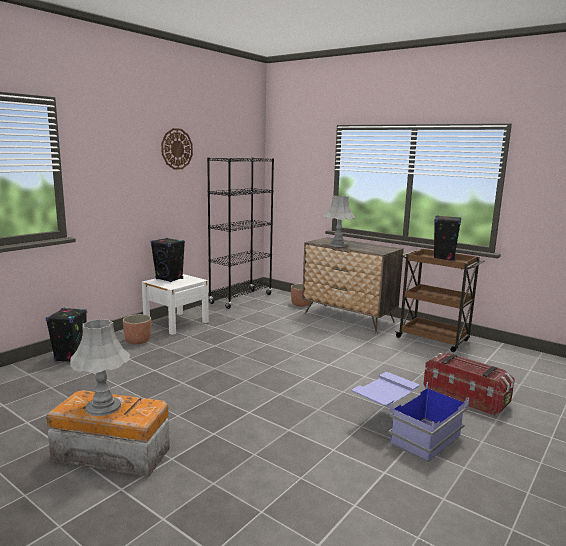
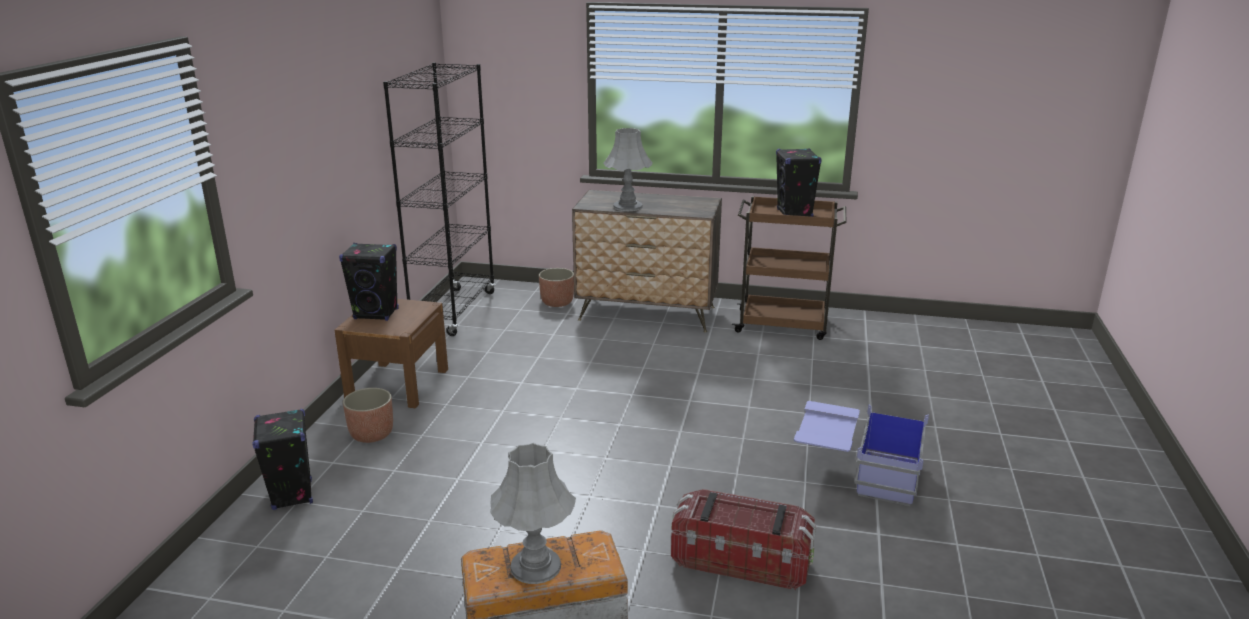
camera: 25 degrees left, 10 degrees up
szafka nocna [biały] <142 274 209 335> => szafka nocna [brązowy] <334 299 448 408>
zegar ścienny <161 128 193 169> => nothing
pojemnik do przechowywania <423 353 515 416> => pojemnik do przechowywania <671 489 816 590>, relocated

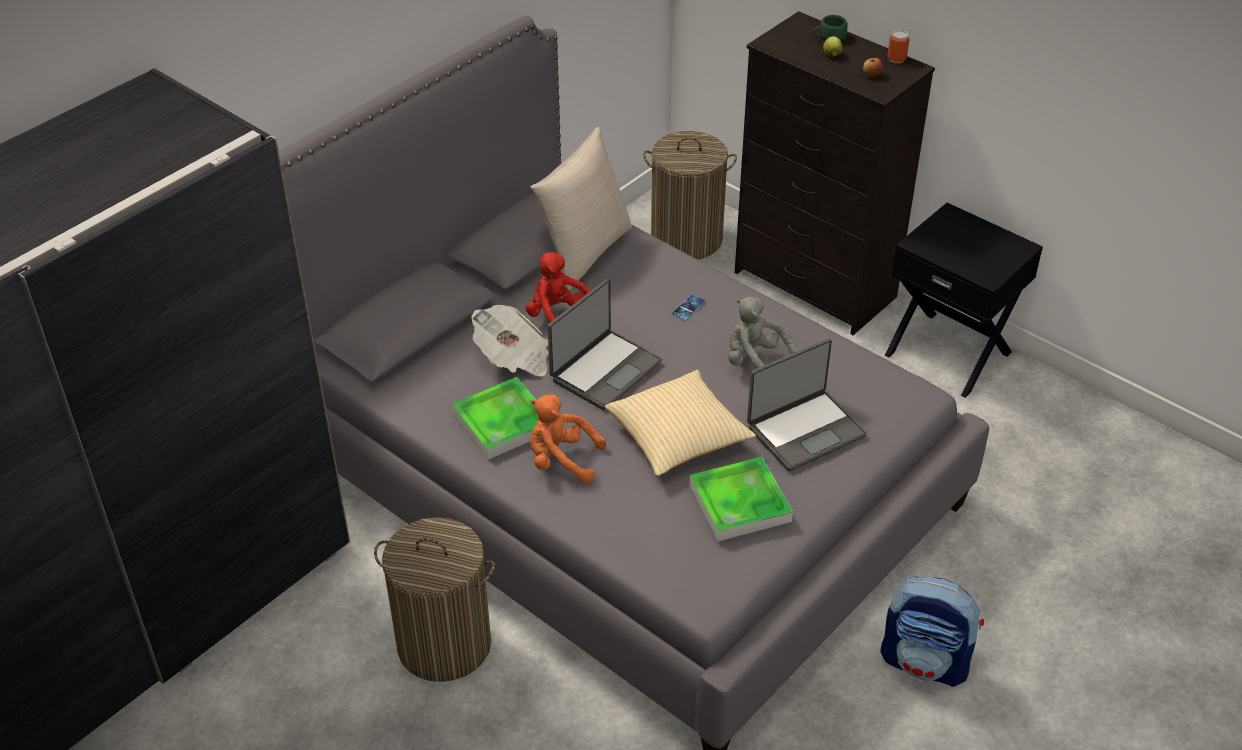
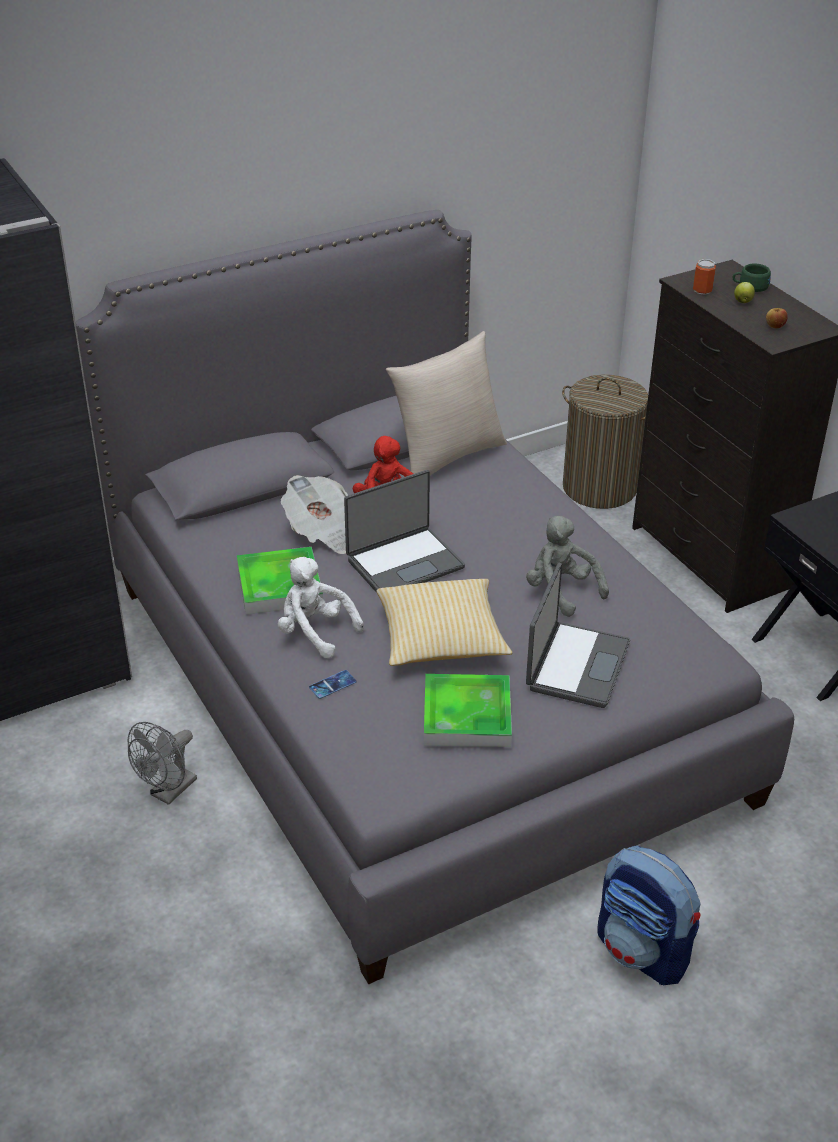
camera: 20 degrees right, 5 degrees down
kosz na pranie <374 517 495 682> => wentylator [szary] <128 722 197 805>
pluszak [pomarańczowy] <530 394 606 483> => pluszak [biały] <278 557 364 658>
telefon <672 295 706 321> => telefon <309 670 356 699>, relocated
laptop <747 338 867 471> => laptop <526 563 630 708>, 60 degrees counterclockwise
puszka <887 30 910 63> => puszka <693 259 716 295>, relocated

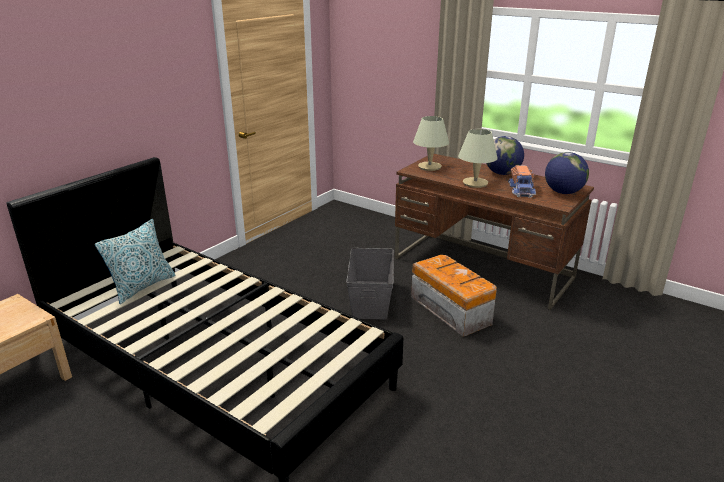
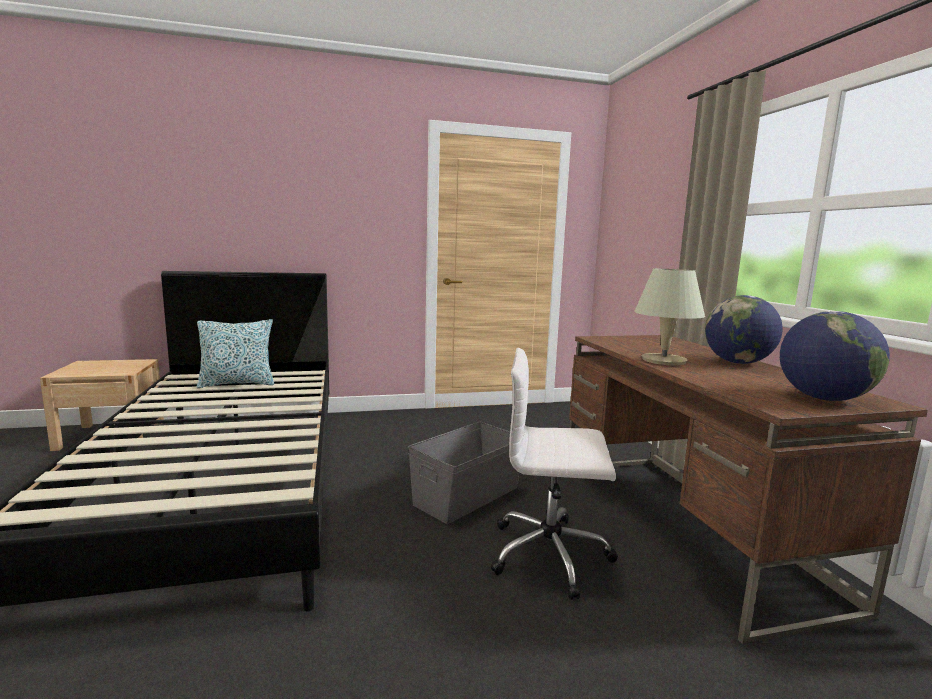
camera: 40 degrees right, 15 degrees down
pojemnik do przechowywania <411 255 497 337> => krzesło biurowe [biały] <491 348 618 600>
lampa stołowa [beżowy] <413 116 449 171> => nothing
ciężarówka zabawkowa <508 165 536 198> => nothing

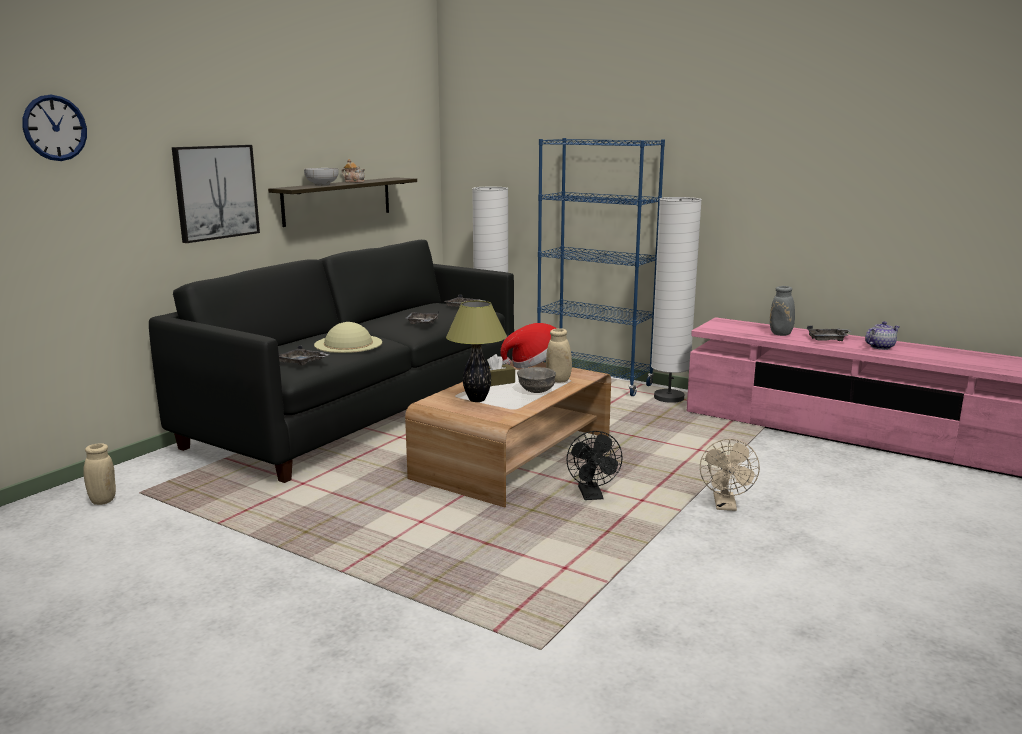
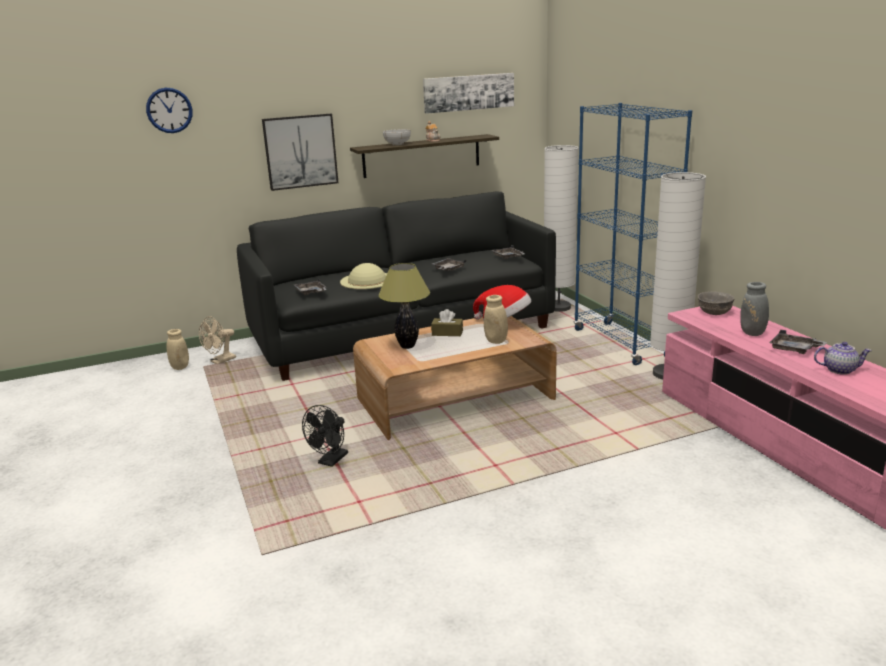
camera: 35 degrees right, 5 degrees up
miska [szary] <517 367 556 393> => miska [szary] <698 291 734 315>, relocated
wentylator [czarny] <567 431 623 500> => wentylator [czarny] <302 405 348 467>, relocated
wentylator [beżowy] <700 439 760 511> => wentylator [beżowy] <199 316 236 364>, relocated
nothing => obraz <423 73 514 114>

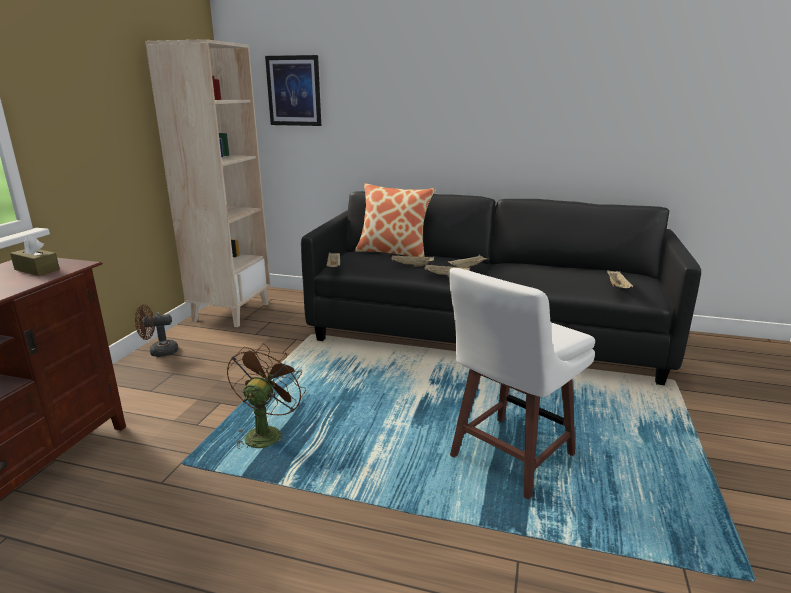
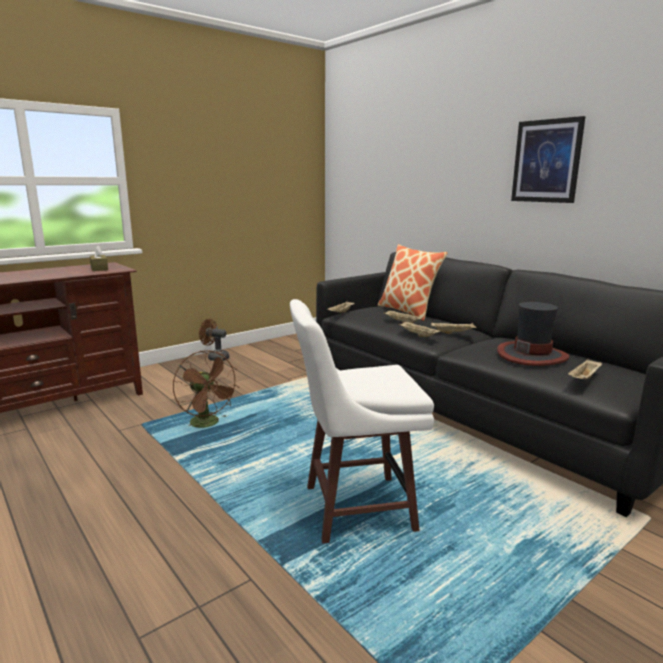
camera: 35 degrees right, 5 degrees down
regał [beżowy] <145 39 271 327> => nothing
wentylator [brązowy] <227 343 306 449> => wentylator [brązowy] <173 350 239 428>, 90 degrees clockwise
obraz <265 55 321 126> => obraz <511 116 585 203>, relocated
nothing => kapelusz <497 302 569 366>

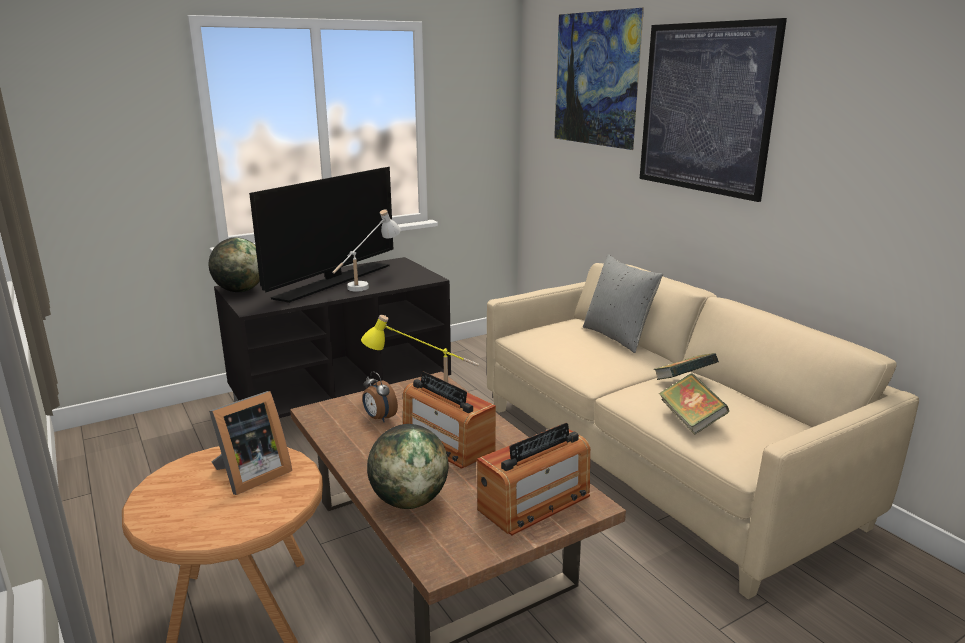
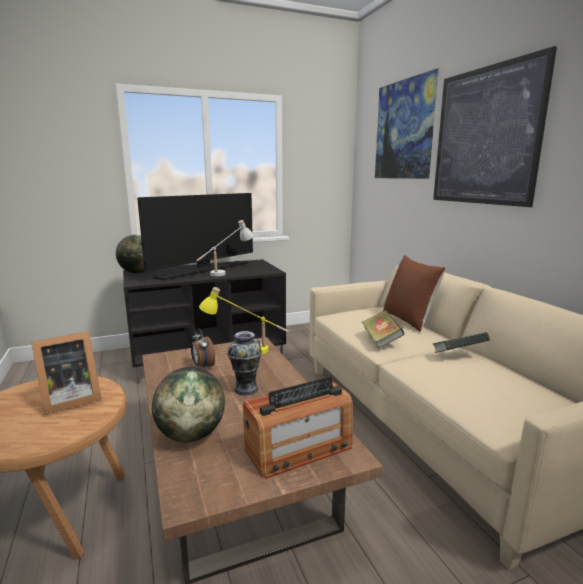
camera: 10 degrees right, 5 degrees down
radio <403 372 496 469> => wazon <227 331 262 395>
poduszka [szary] <583 254 663 353> => poduszka [brązowy] <383 255 446 332>
książka <659 373 729 434> => książka <362 310 404 348>, relocated

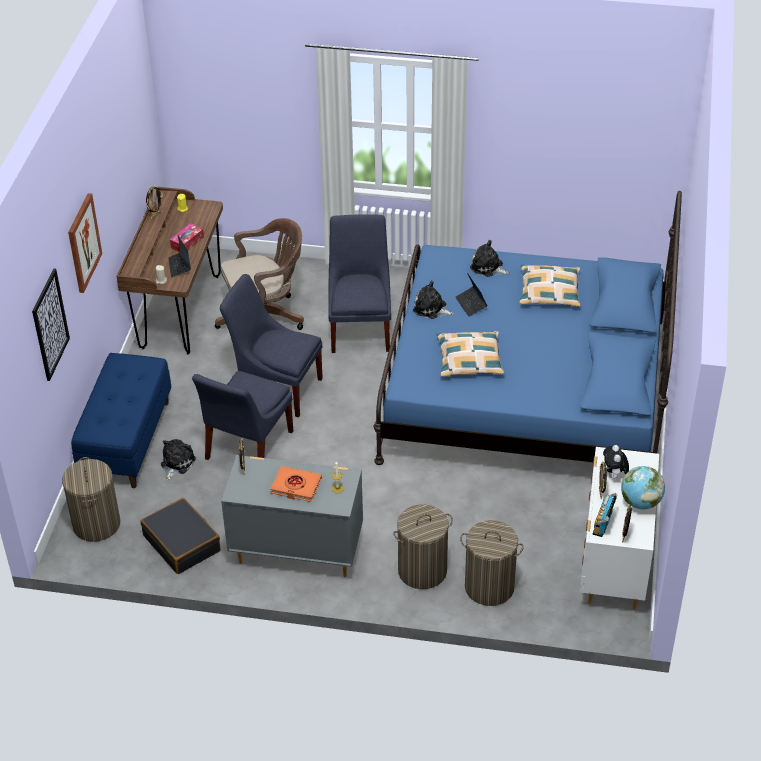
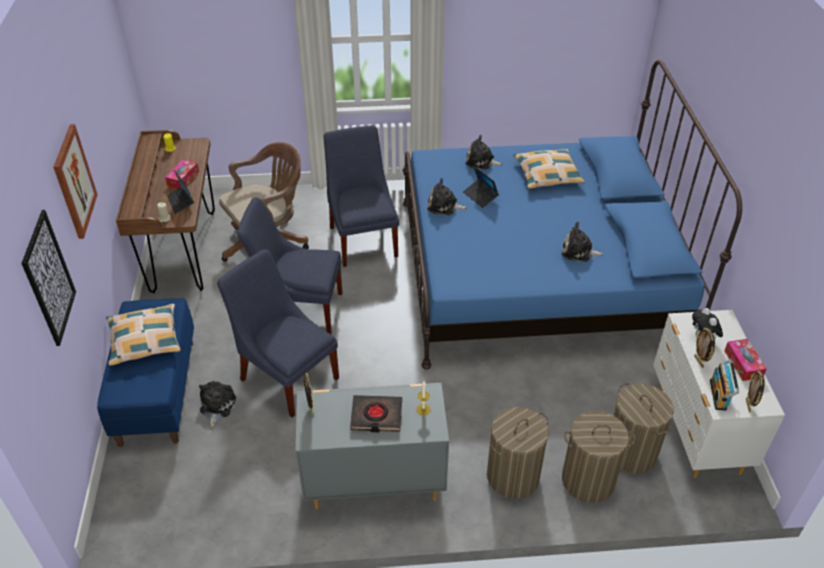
camera: 15 degrees left, 0 degrees up
kosz na pranie <62 457 120 542> => kosz na pranie <613 383 674 473>, relocated
walizka [czarny] <141 498 220 574> => nothing
ramka na zdjęcie <146 186 163 219> => nothing
krzesło [niebieski] <192 371 293 460> => krzesło [niebieski] <217 249 339 418>, 120 degrees clockwise
książka [pomarańczowy] <271 466 322 502> => książka [czarny] <350 395 402 433>
poduszka <436 331 504 376> => poduszka <106 304 181 366>, relocated
globus <621 466 665 509> => pudełko chusteczek <724 339 767 381>
nothing => pluszak <562 222 604 262>

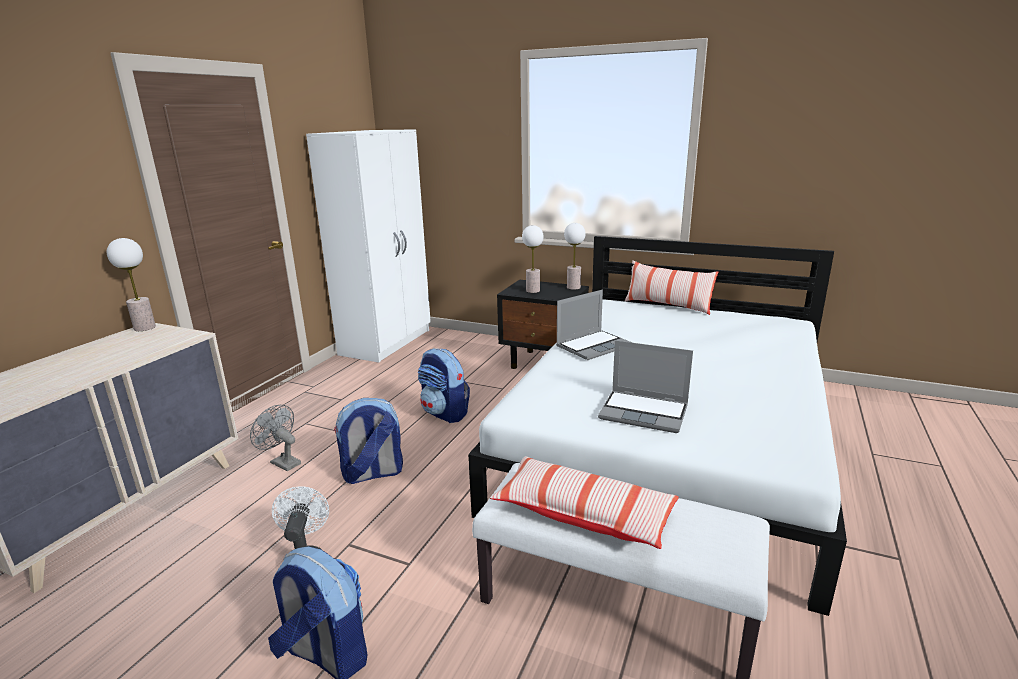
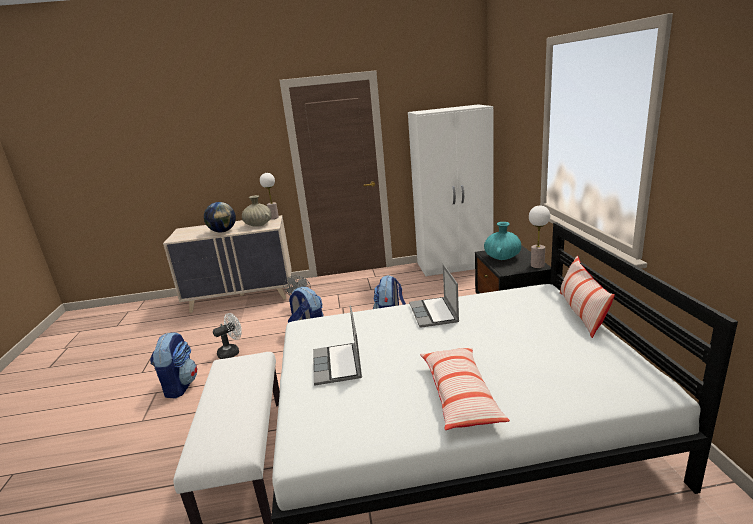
camera: 60 degrees right, 0 degrees up
poduszka <490 456 679 549> => poduszka <420 348 510 430>, relocated
lampa stołowa <522 225 544 293> => wazon [turkusowy] <484 222 521 260>
laptop <556 290 632 360> => laptop <409 264 459 328>, 60 degrees clockwise
nothing => globus <204 202 236 233>
nothing => wazon [beżowy] <242 195 271 227>

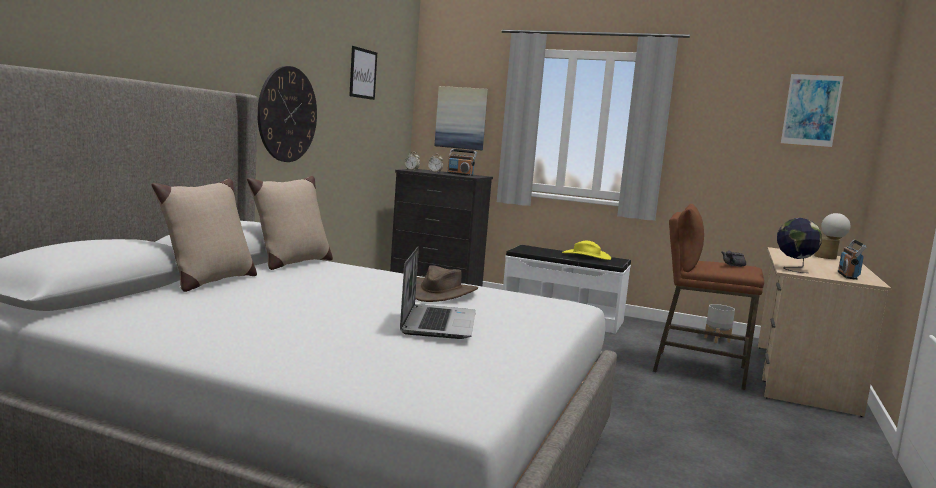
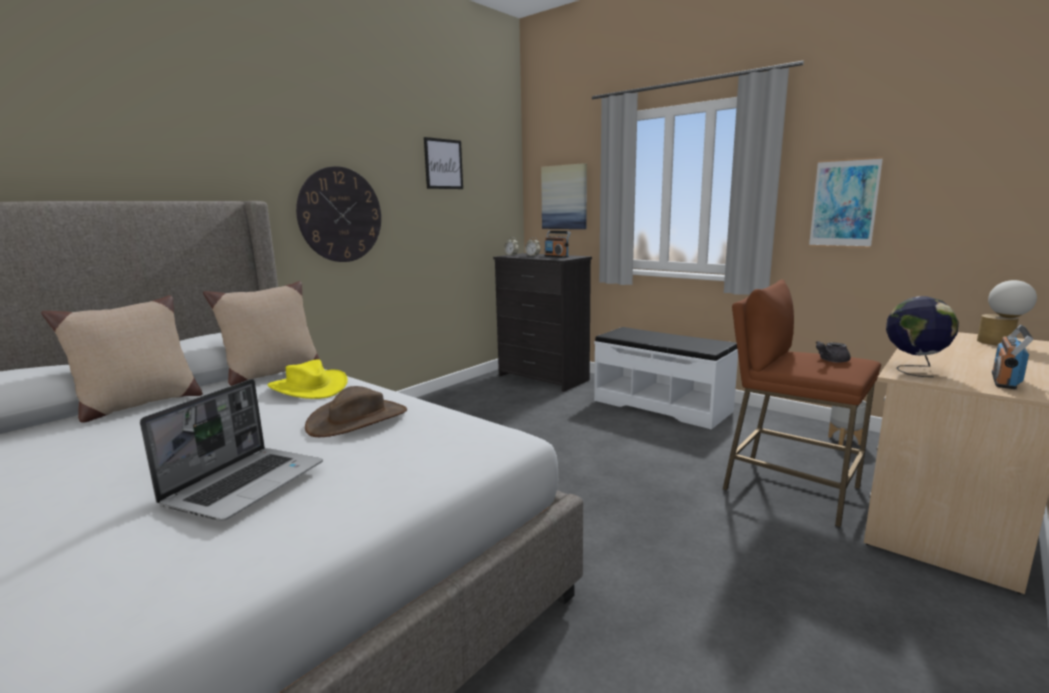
camera: 20 degrees right, 5 degrees up
kapelusz [żółty] <562 241 611 260> => kapelusz [żółty] <267 359 348 399>, relocated
obraz <780 73 844 148> => obraz <809 157 883 248>, relocated

